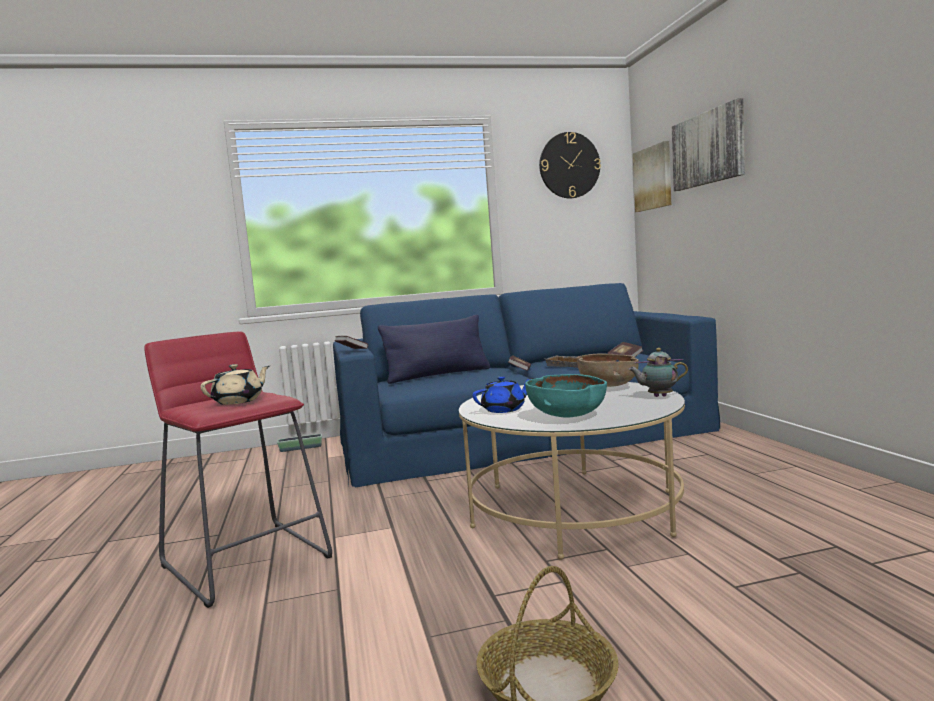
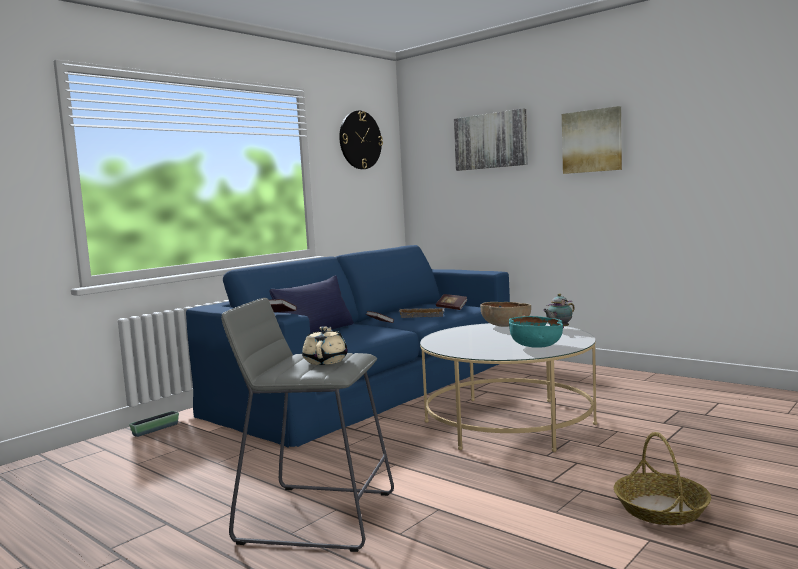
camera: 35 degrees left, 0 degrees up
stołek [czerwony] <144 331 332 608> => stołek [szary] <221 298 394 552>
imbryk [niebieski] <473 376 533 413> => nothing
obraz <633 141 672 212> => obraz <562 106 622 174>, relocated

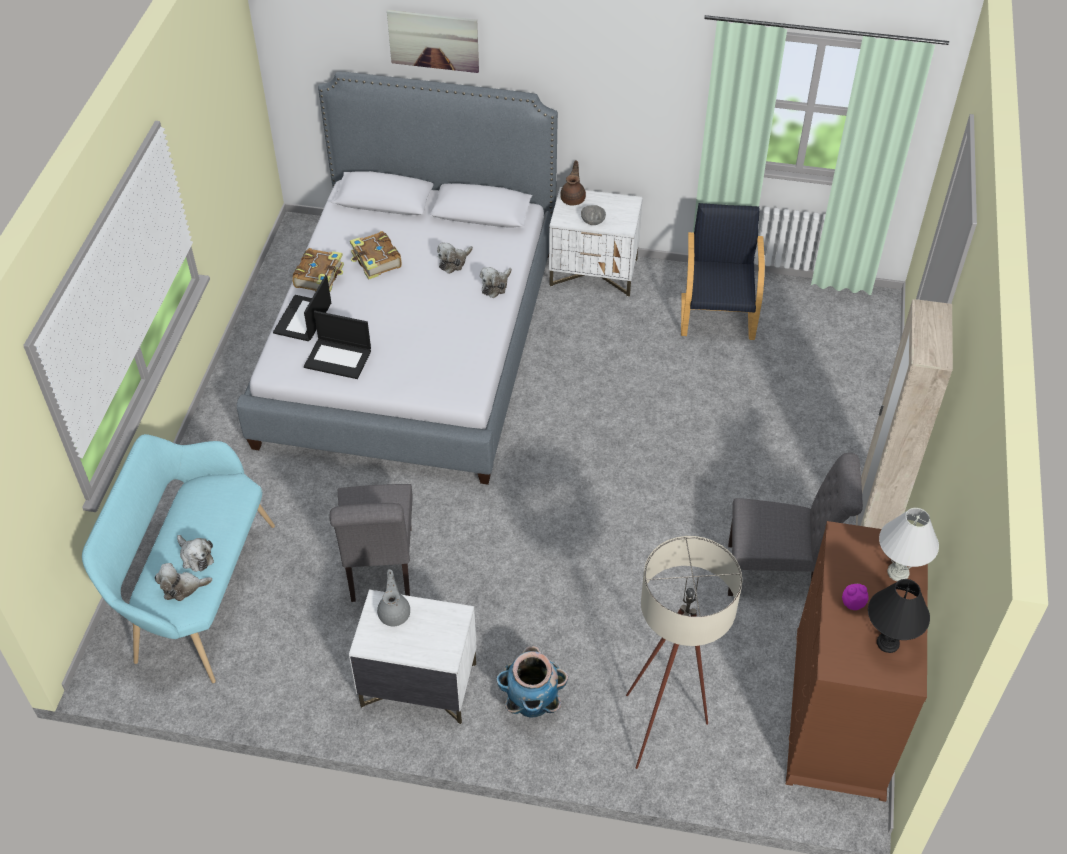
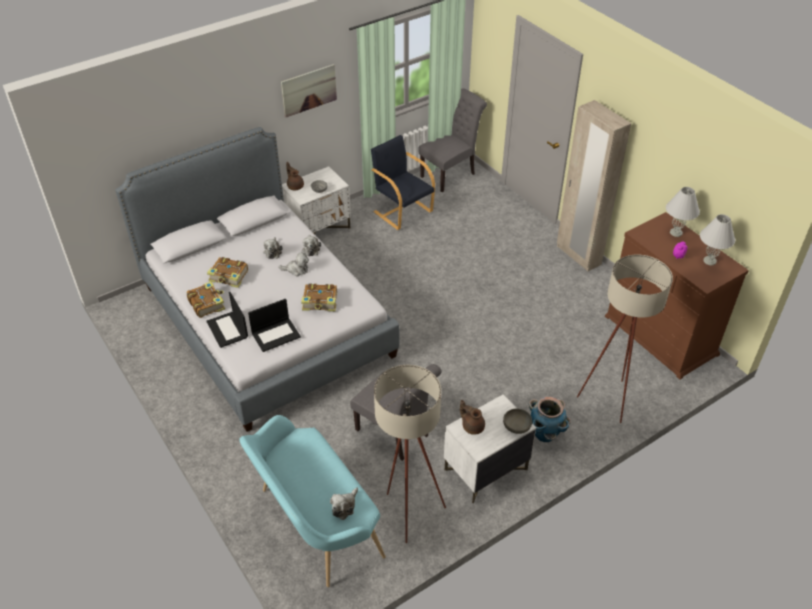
camera: 45 degrees left, 5 degrees down
pluszak <177 535 214 572> => pluszak <279 252 309 276>, relocated
imbryk [szary] <377 569 410 626> => imbryk [brązowy] <460 400 485 435>
obraz <387 10 479 73> => obraz <281 64 337 117>, relocated
krzesło [szary] <728 453 863 596> => krzesło [szary] <419 88 487 192>, relocated
lampa stołowa [czarny] <868 579 930 653> => lampa stołowa [biały] <700 214 735 265>
nothing => książka <301 284 337 311>
nothing => lampa stojąca [beżowy] <374 364 446 543>
nothing => miska [szary] <503 408 532 434>

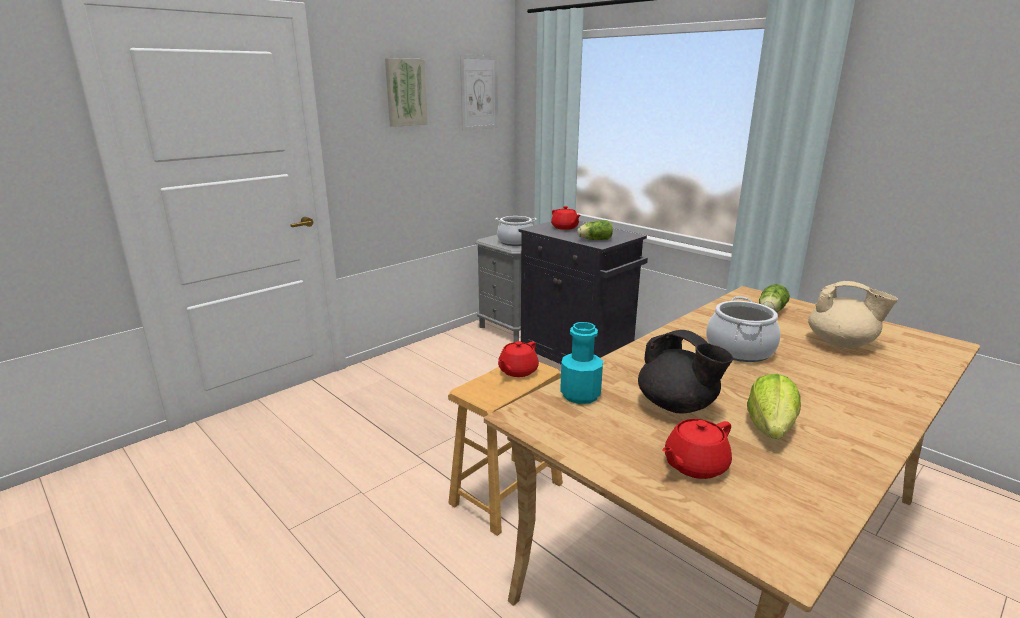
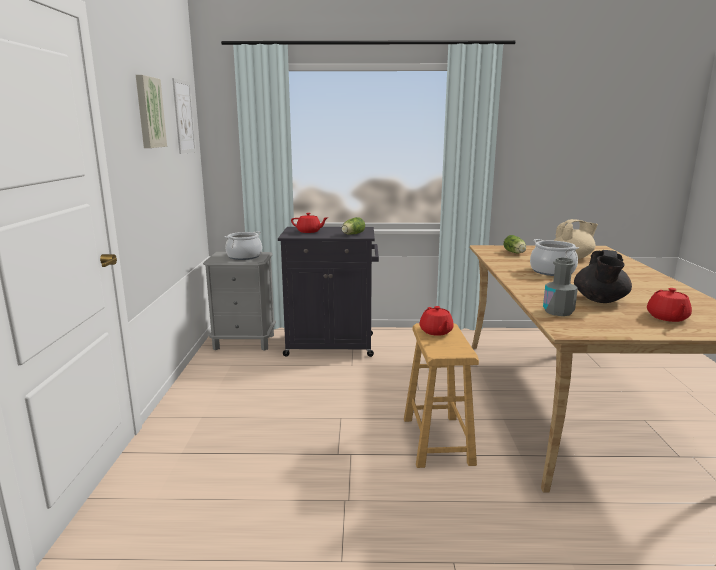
camera: 45 degrees left, 5 degrees down
butelka [turkusowy] <560 322 603 404> => butelka [szary] <543 257 578 316>
imbryk [czarny] <638 330 734 413> => imbryk [czarny] <574 250 632 303>, 105 degrees clockwise
sałata <747 373 801 439> => nothing

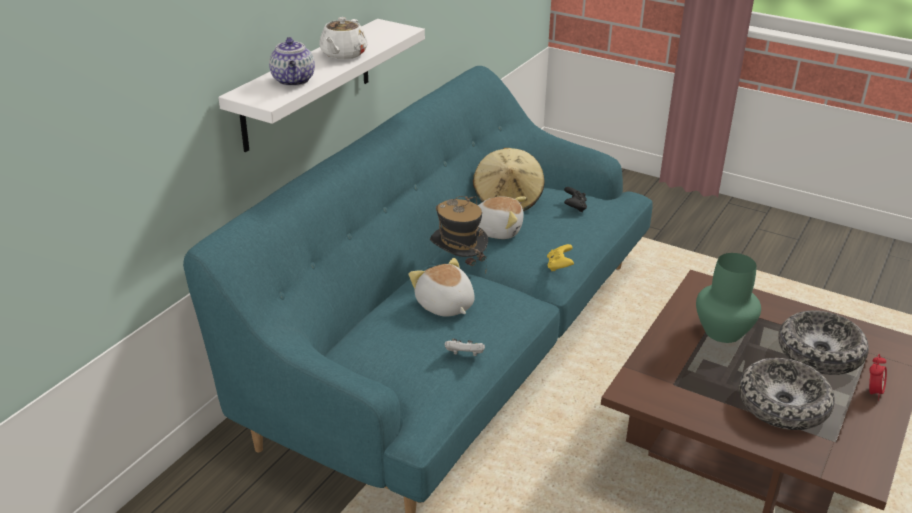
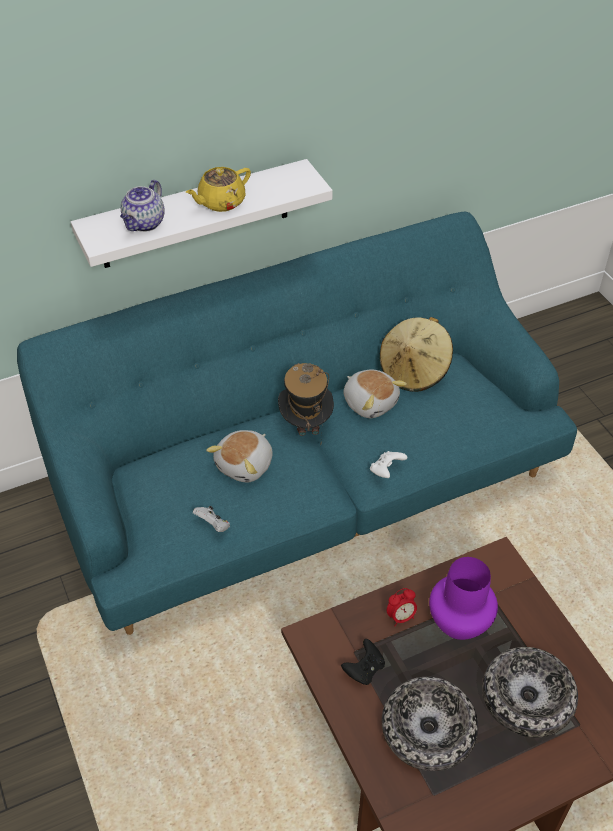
camera: 35 degrees right, 15 degrees up
imbryk [biały] <319 17 368 60> => imbryk [żółty] <186 167 251 212>
pluszak <409 258 475 317> => pluszak <206 430 273 483>, 150 degrees counterclockwise
pad do gier [żółty] <547 244 574 271> => pad do gier [biały] <370 451 407 478>
pad do gier [czarny] <564 187 587 212> => pad do gier [czarny] <341 639 385 685>, relocated
wazon [zielony] <696 253 761 343> => wazon [fioletowy] <429 557 498 640>
budzik <869 354 887 401> => budzik <387 588 417 627>, relocated

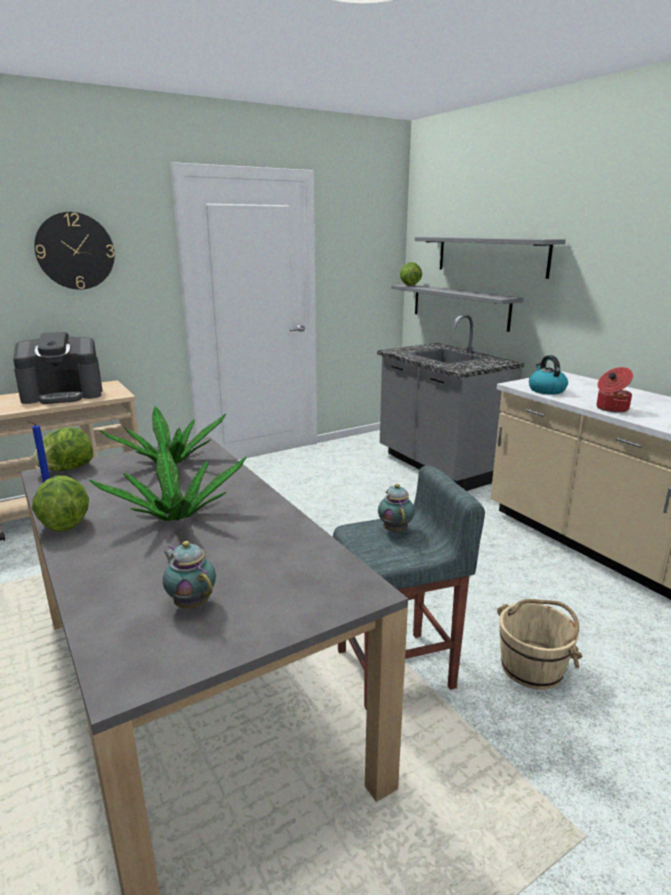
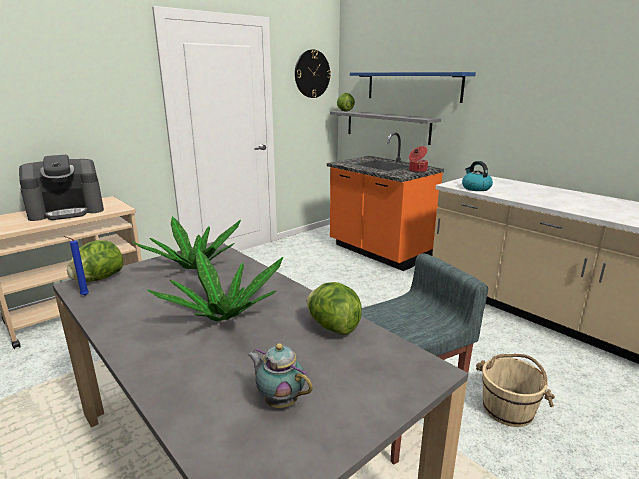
camera: 10 degrees left, 0 degrees up
sałata <32 476 89 532> => sałata <306 282 362 335>, relocated
zegar ścienny <34 212 115 290> => zegar ścienny <295 49 331 98>, relocated
zabudowa kuchenna [szary] <377 314 524 491> => zabudowa kuchenna [pomarańczowy] <327 132 444 271>
imbryk <378 484 415 533> => nothing
półka [szary] <415 237 566 279> => półka [niebieski] <350 72 476 103>
garnek <596 367 633 413> => garnek <409 146 428 172>, relocated

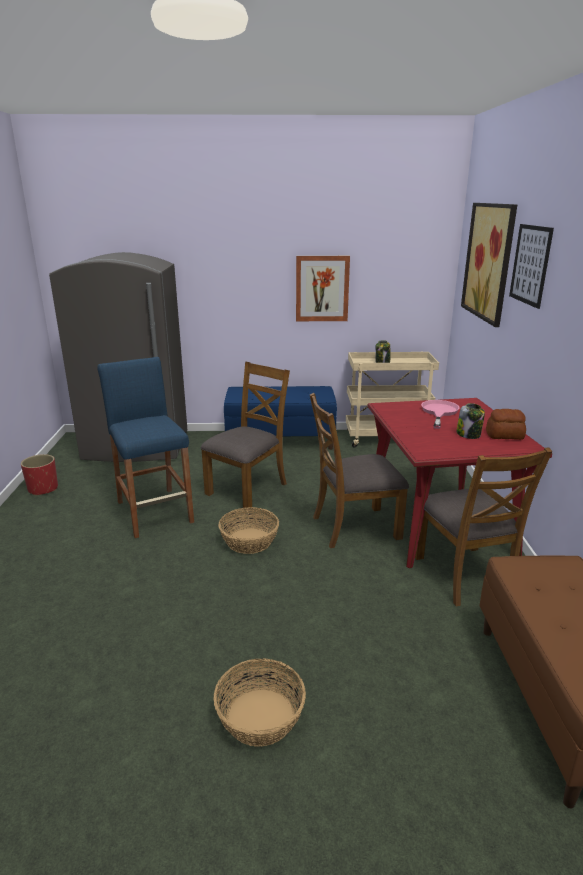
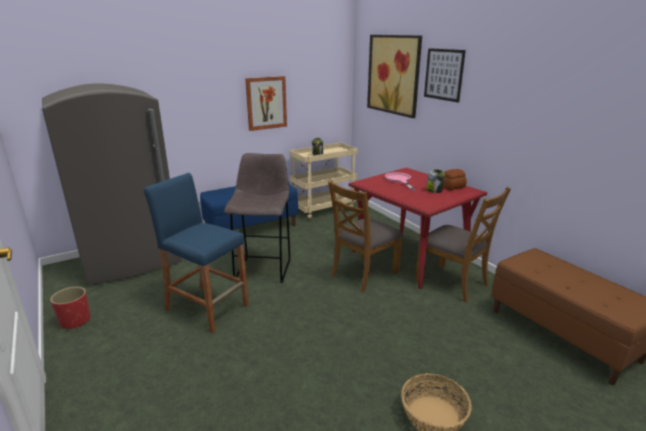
camera: 30 degrees left, 0 degrees up
krzesło [brązowy] <201 361 290 508> => stołek [szary] <224 153 291 283>
koszyk <218 507 279 554> => nothing

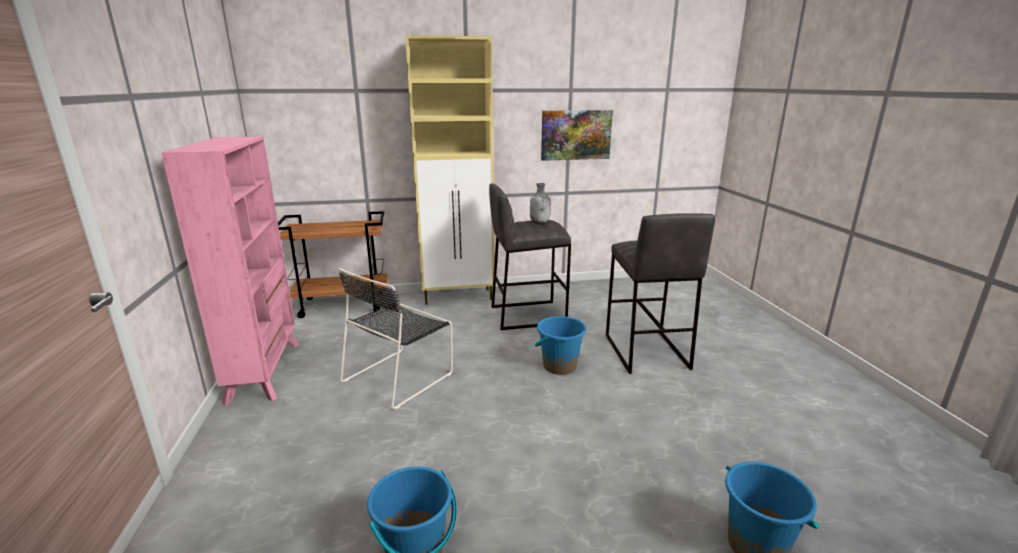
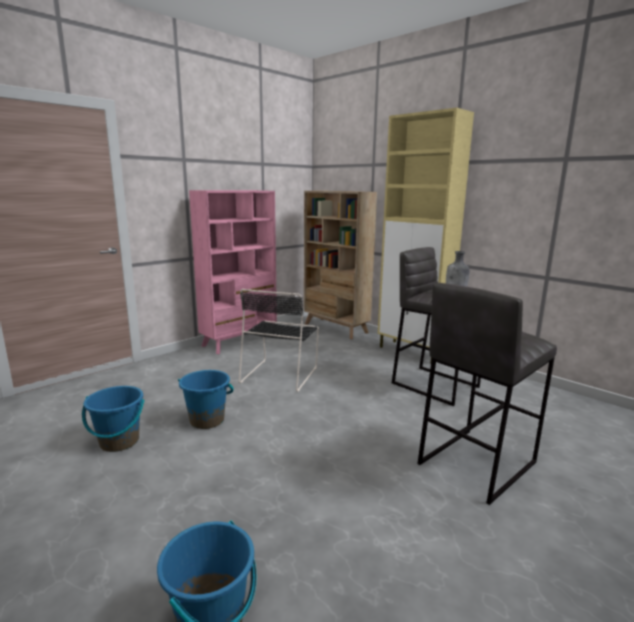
camera: 55 degrees right, 5 degrees down
wózek [brązowy] <278 211 388 318> => regał [beżowy] <304 191 377 339>
krzesło [czarny] <339 268 453 409> => krzesło [czarny] <239 289 319 392>, 75 degrees counterclockwise
wiadro [niebieski] <535 316 586 375> => wiadro [niebieski] <178 370 234 429>, relocated
obraz <541 110 613 161> => nothing

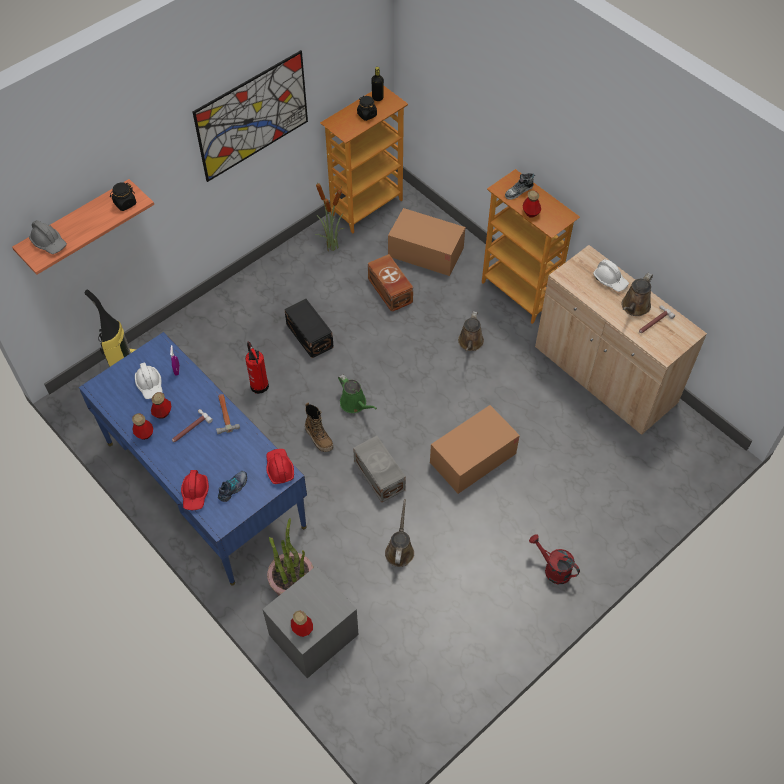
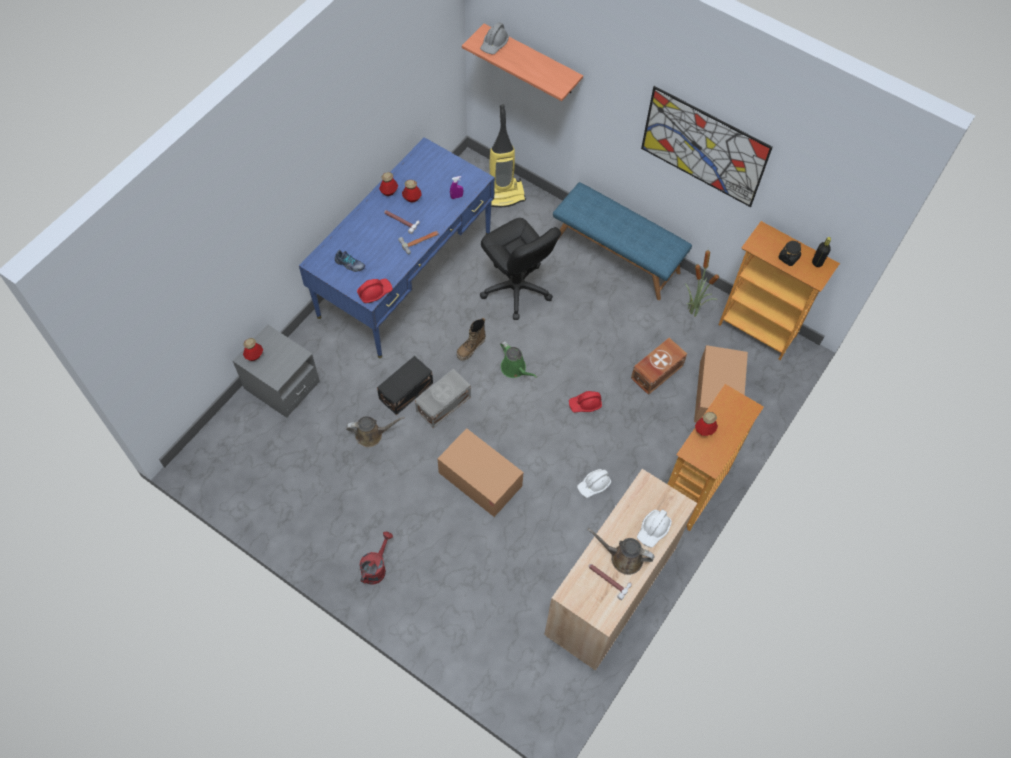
camera: 75 degrees right, 5 degrees up
słoik [czarny] <110 182 136 211> => nothing
kask [biały] <135 362 163 399> => kask [biały] <577 469 611 498>, relocated
kask [czerwony] <181 470 209 510> => kask [czerwony] <569 391 602 412>, relocated
gaśnica <245 342 269 394> => krzesło biurowe [czarny] <480 218 561 320>
roślina doniczkowa <267 518 314 596> => nothing
pojemnik do przechowywania [czarny] <284 299 334 358> => pojemnik do przechowywania [czarny] <377 356 433 415>, relocated
konewka [zielony] <338 374 377 413> => konewka [zielony] <500 341 537 378>, 75 degrees counterclockwise
konewka [brązowy] <458 311 484 351> => nothing
but <505 173 535 200> => nothing
nothing => ławka [niebieski] <553 182 692 300>

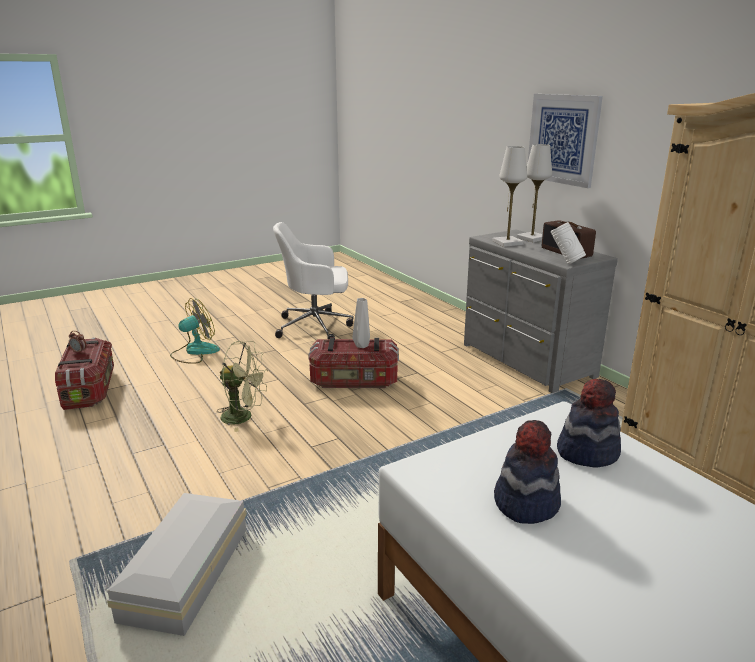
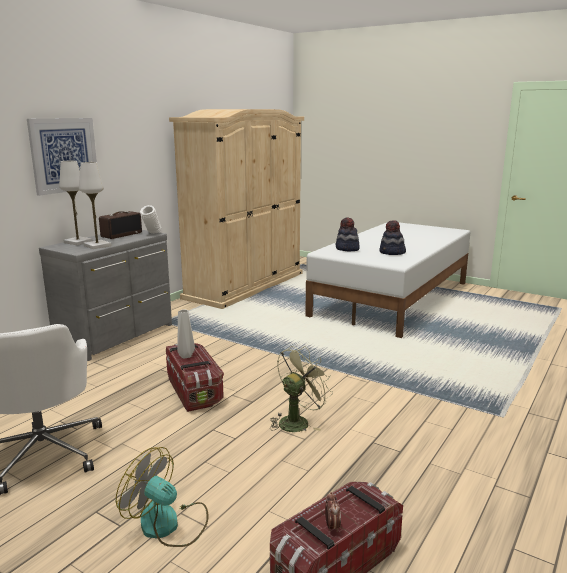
camera: 115 degrees left, 5 degrees down
pojemnik do przechowywania [biały] <107 493 247 636> => nothing
wentylator [zielony] <217 341 268 432> => wentylator [zielony] <270 346 333 432>, 60 degrees clockwise

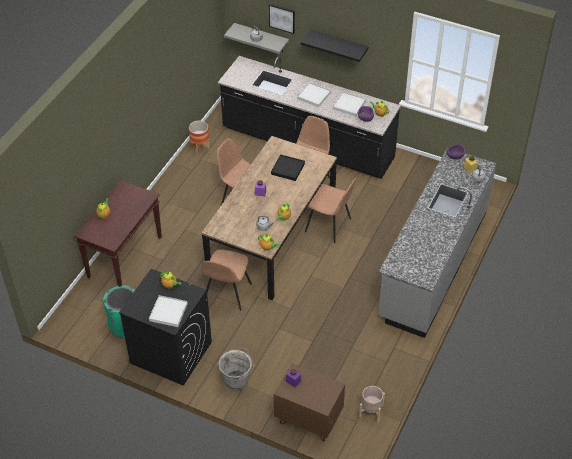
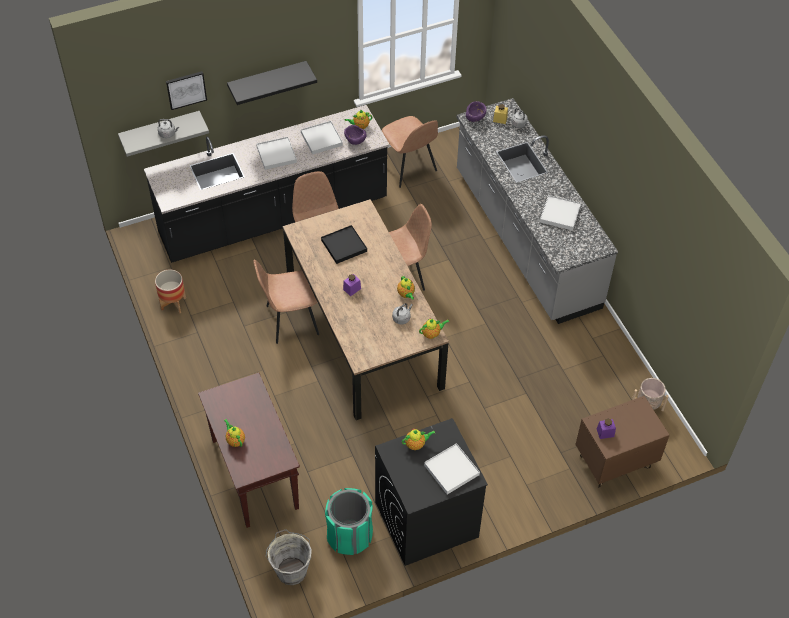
camera: 50 degrees left, 5 degrees up
krzesło [brązowy] <202 249 252 311> => krzesło [brązowy] <382 116 438 188>, relocated
wiadro [szary] <218 347 254 391> => wiadro [szary] <265 529 312 585>, relocated
nothing => taca [biały] <540 195 581 231>

